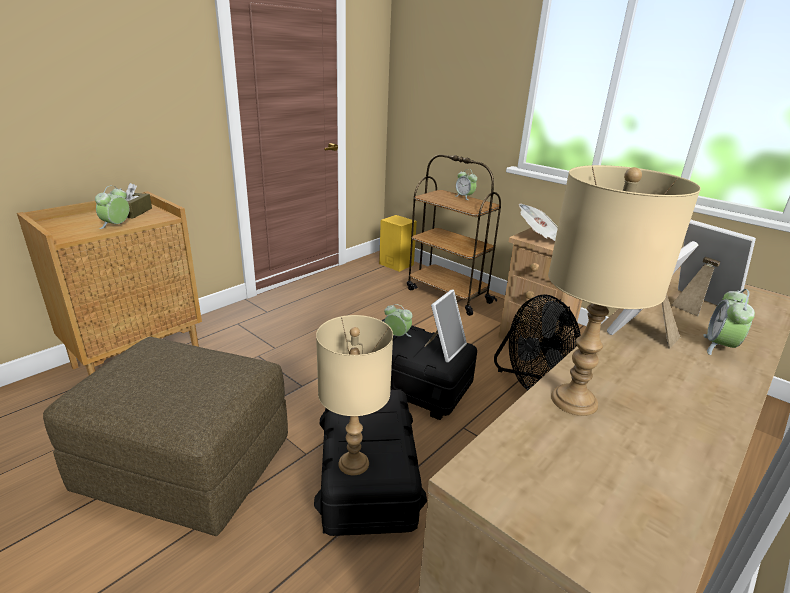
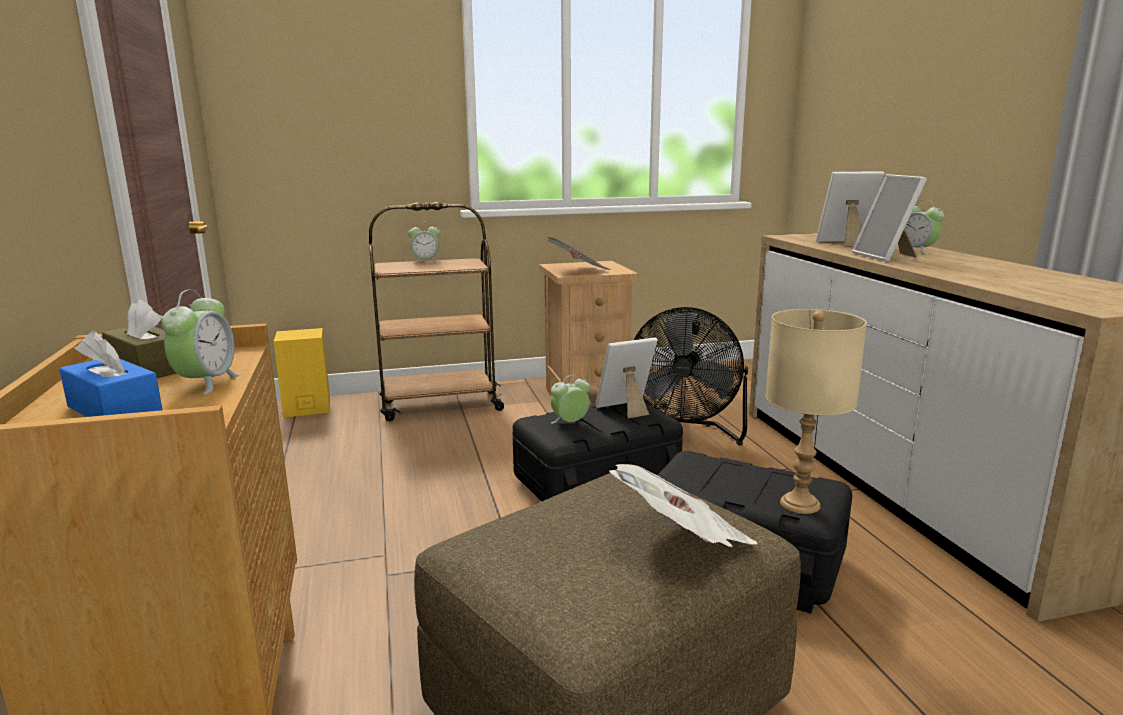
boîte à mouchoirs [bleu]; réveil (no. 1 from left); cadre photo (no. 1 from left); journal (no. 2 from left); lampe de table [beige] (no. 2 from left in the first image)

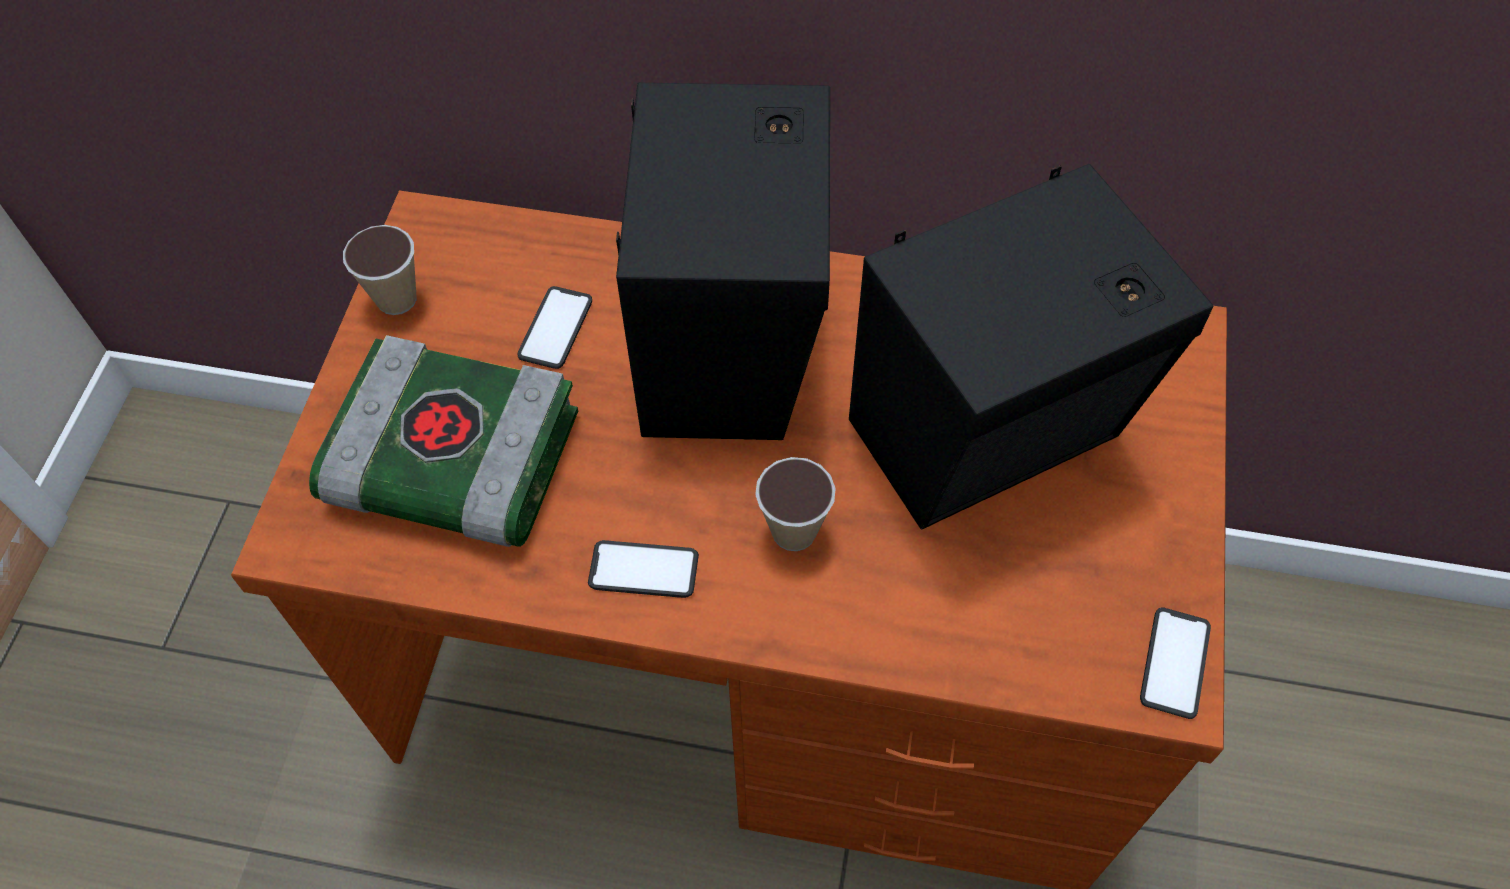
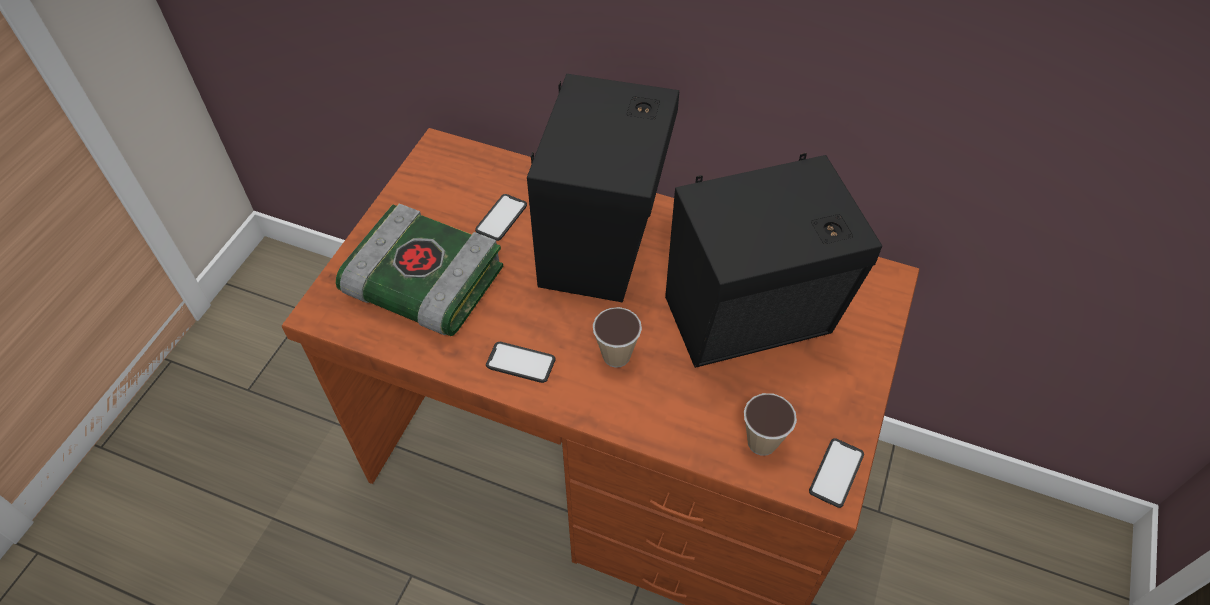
tasse (no. 2 from left)

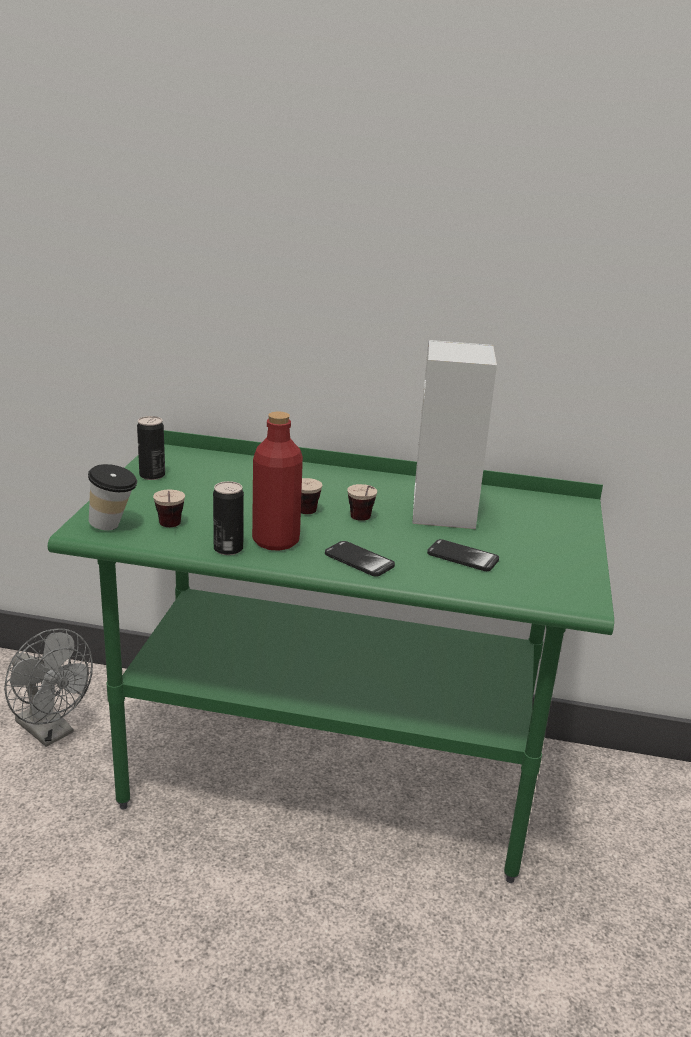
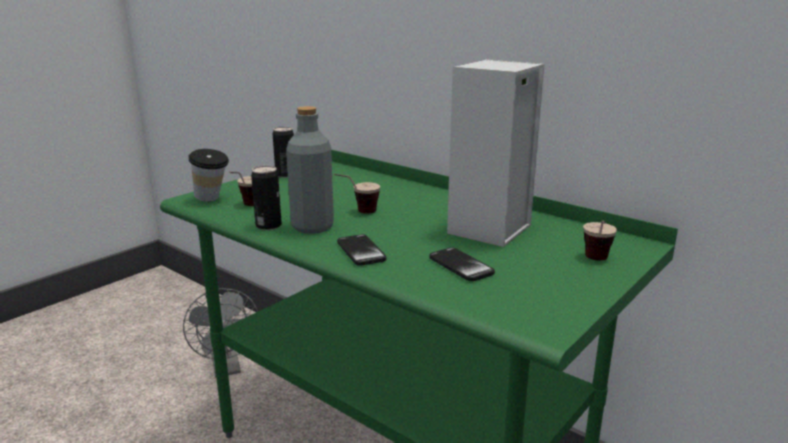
bouteille [gris]; tasse (no. 4 from left)

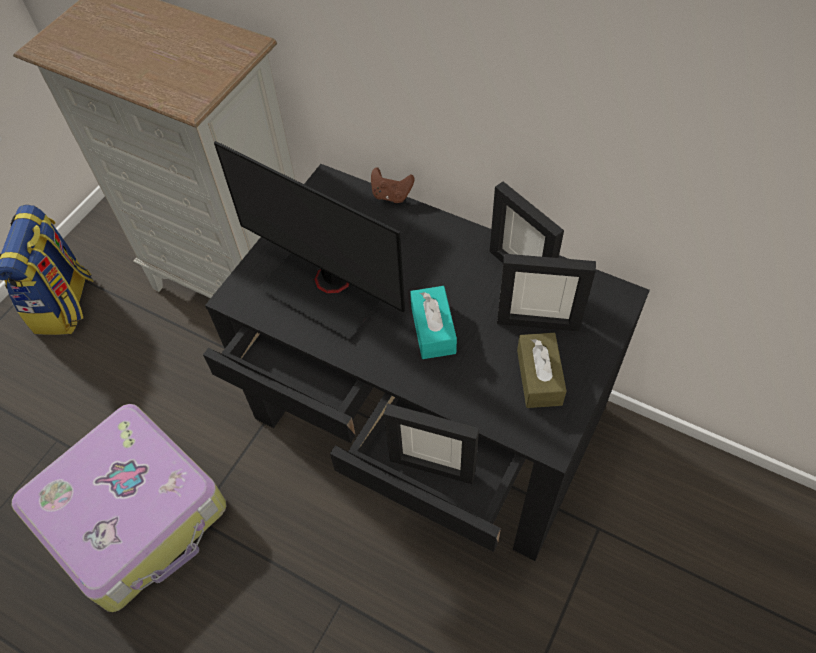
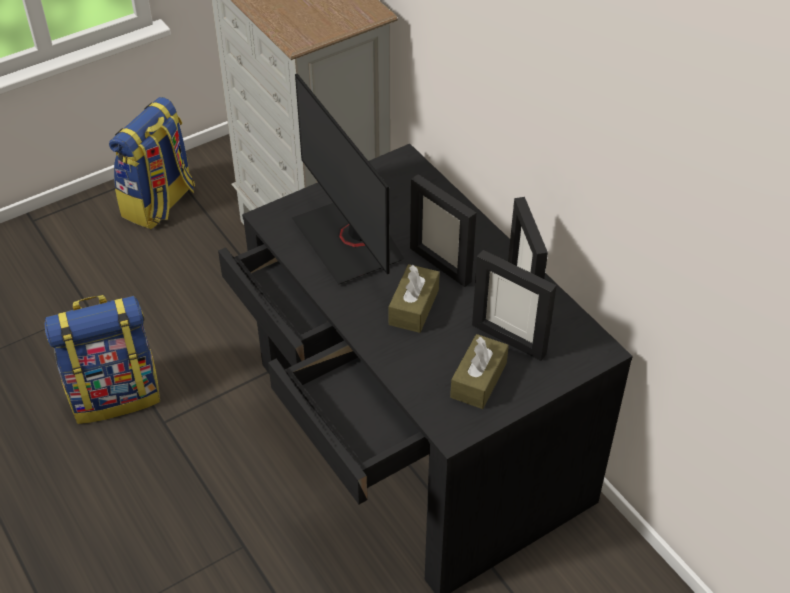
sac à dos (no. 1 from left); boîte à mouchoirs [marron] (no. 1 from left); cadre photo (no. 1 from left); manette [marron]

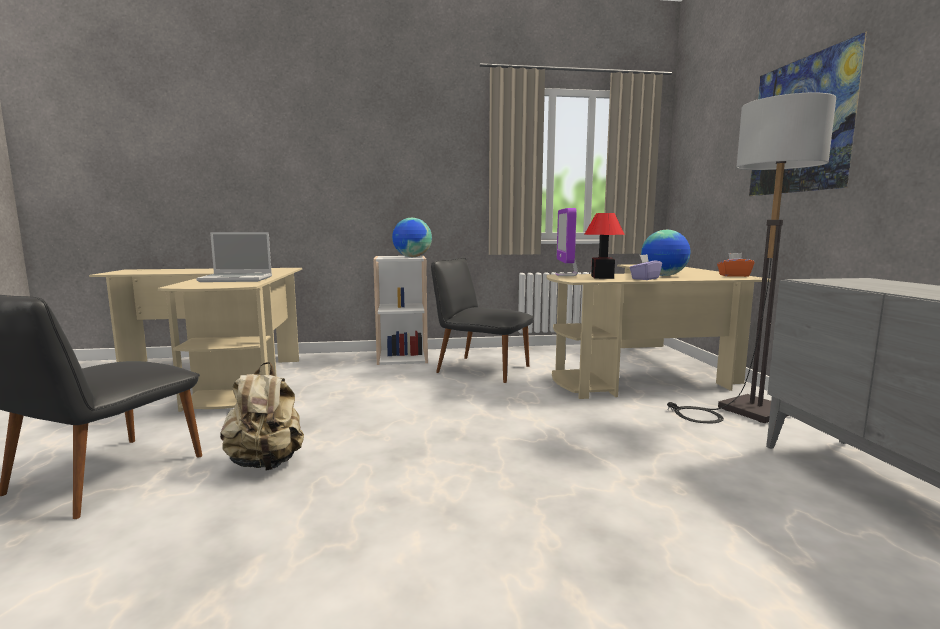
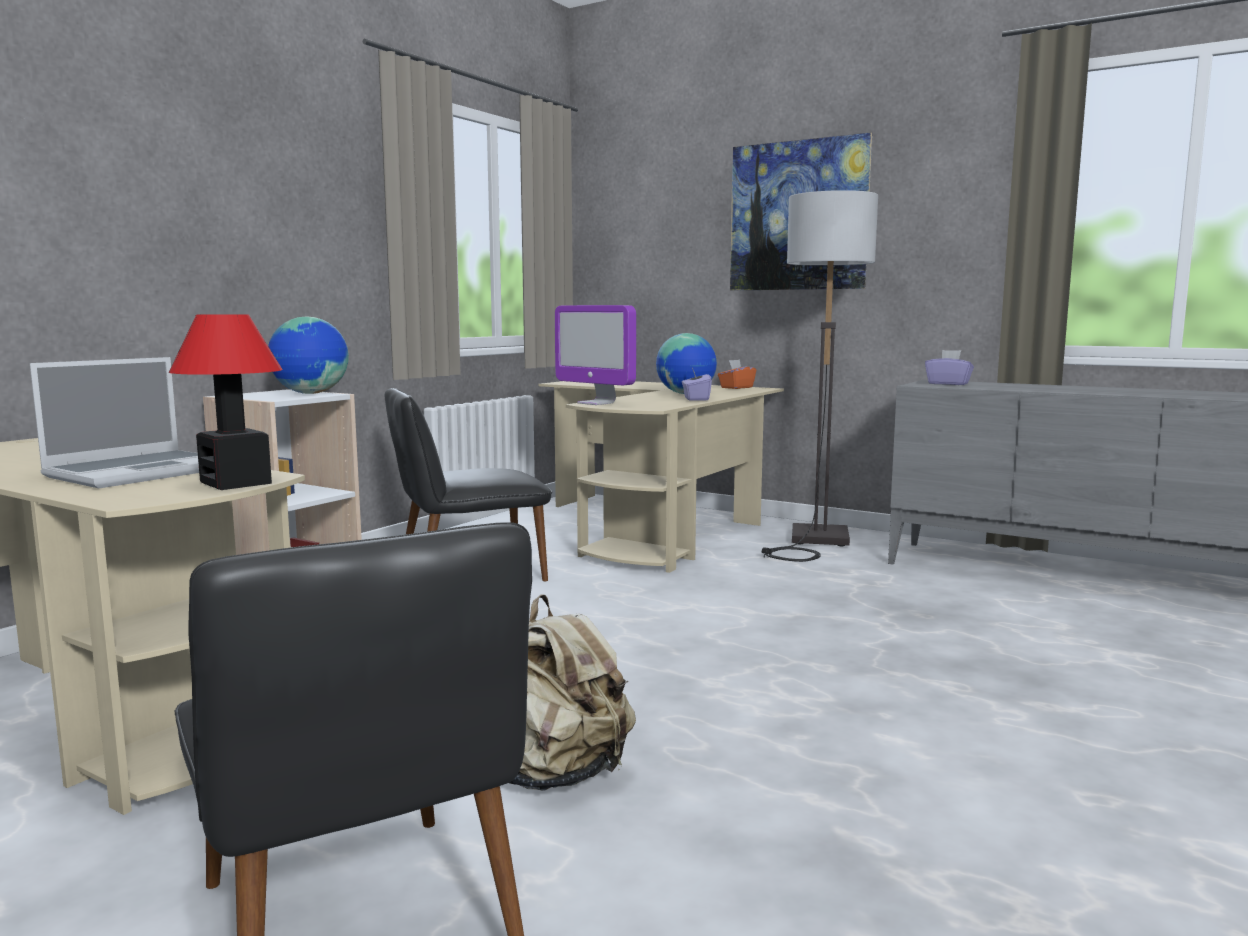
lampe de table; boîte à mouchoirs [violet] (no. 2 from left)

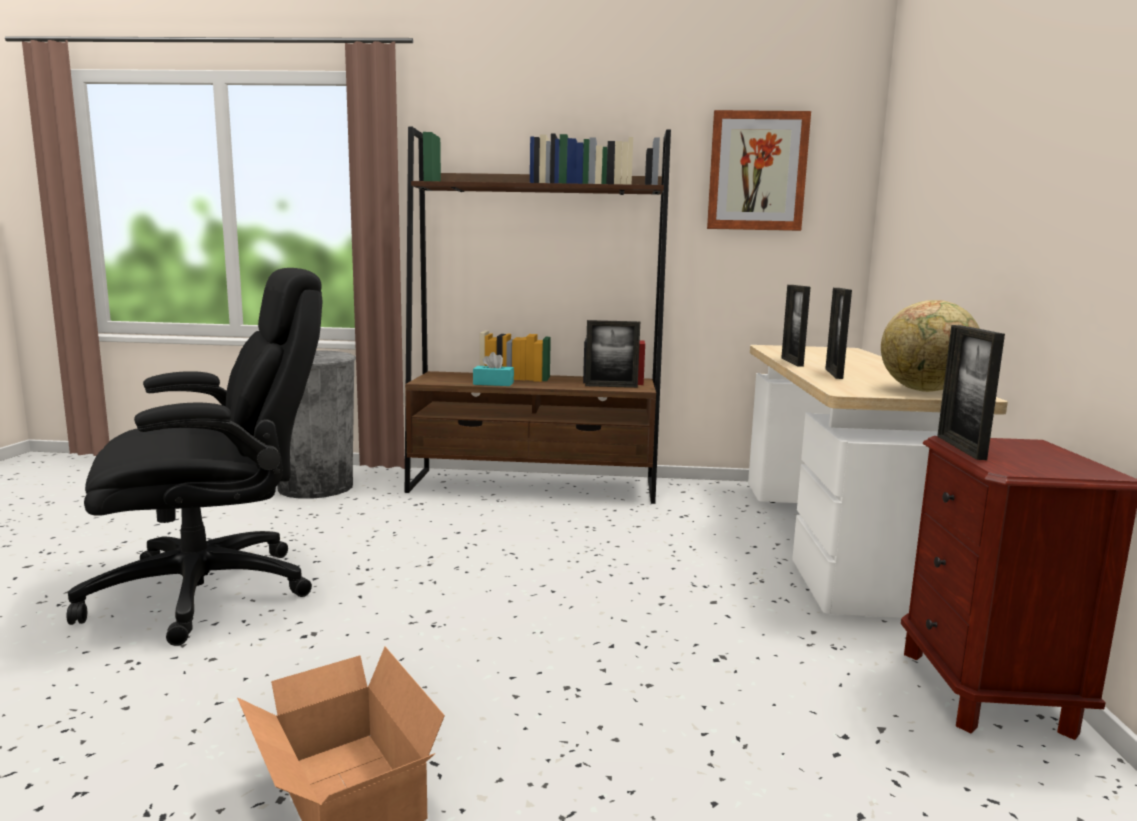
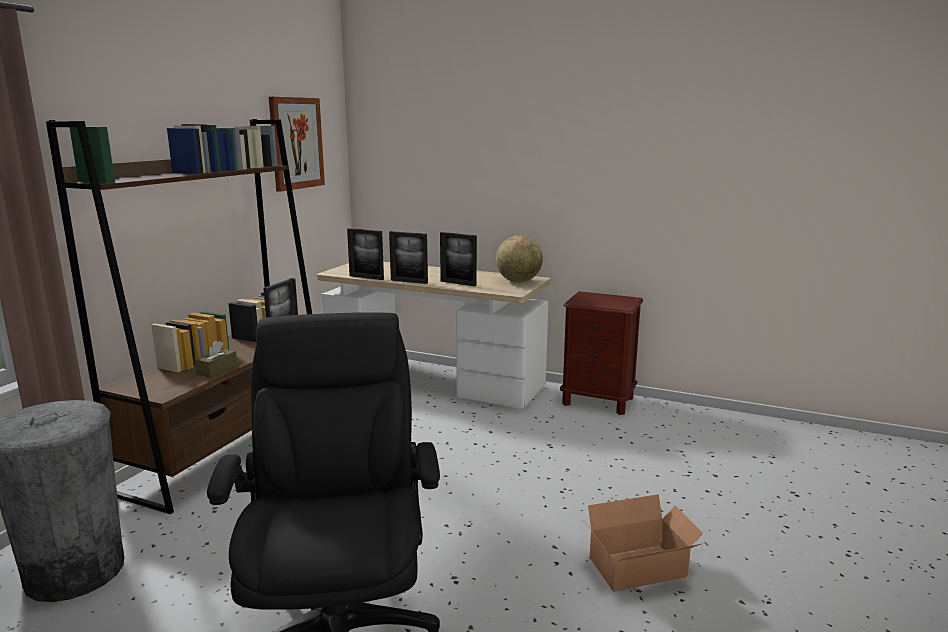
boîte à mouchoirs [marron]; cadre photo (no. 2 from left)

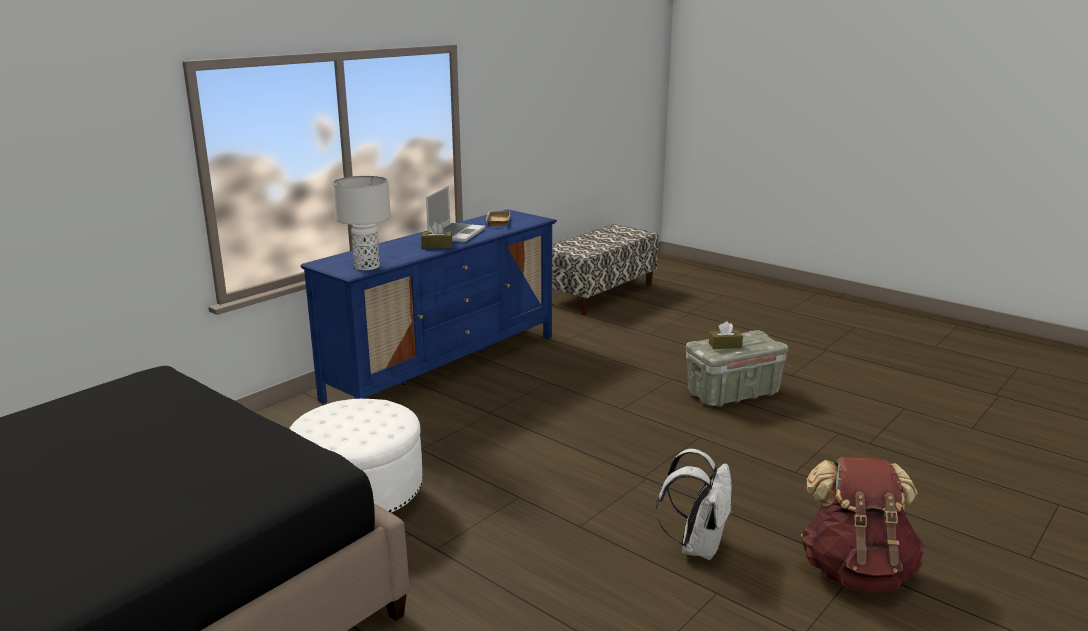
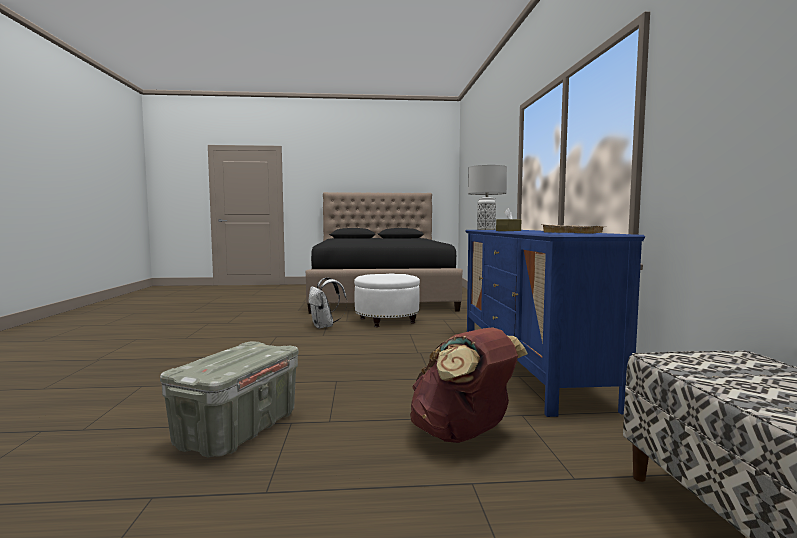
sac à dos [blanc]; sac à dos [marron]; ordinateur portable; boîte à mouchoirs [marron] (no. 2 from left in the first image)

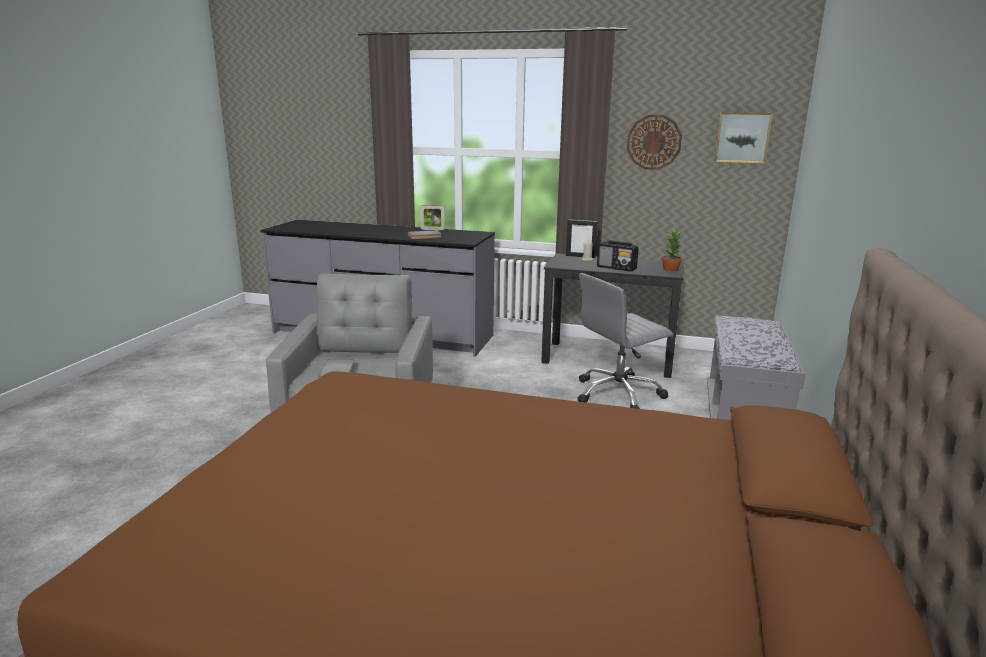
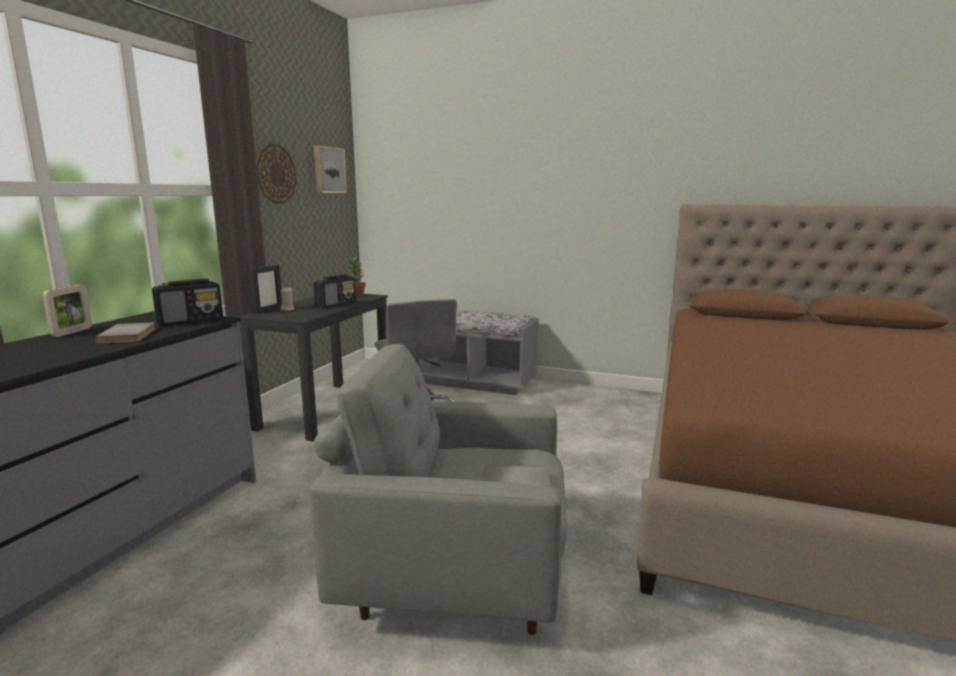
radio (no. 1 from left)

